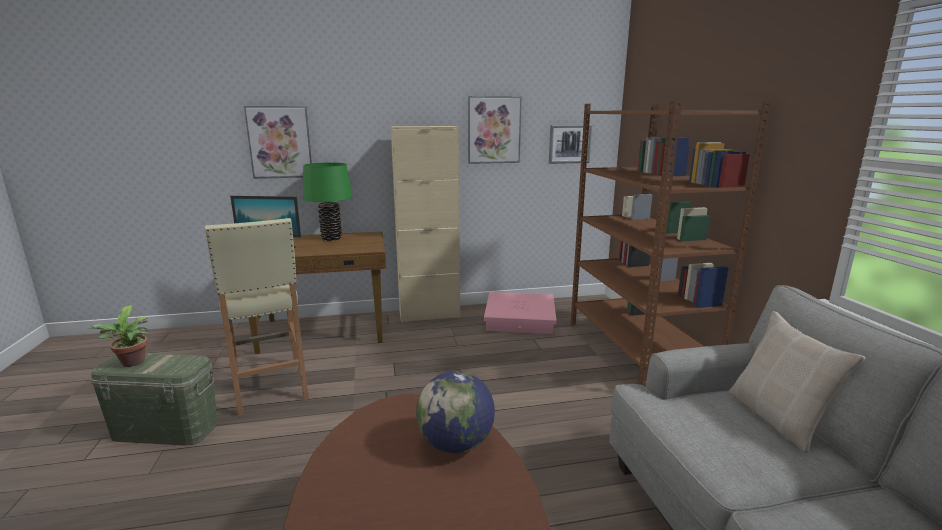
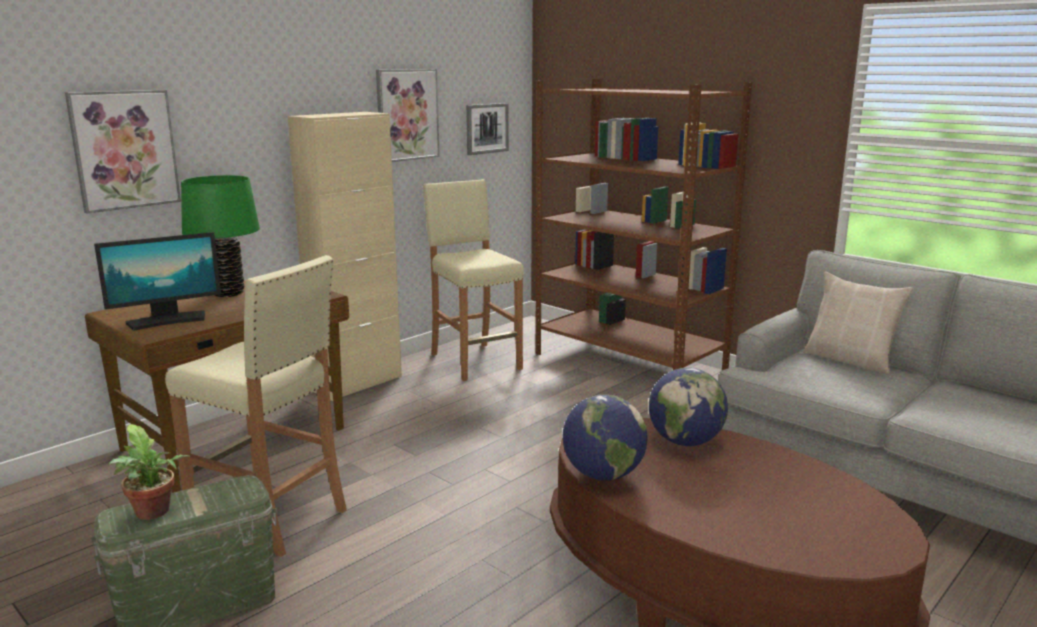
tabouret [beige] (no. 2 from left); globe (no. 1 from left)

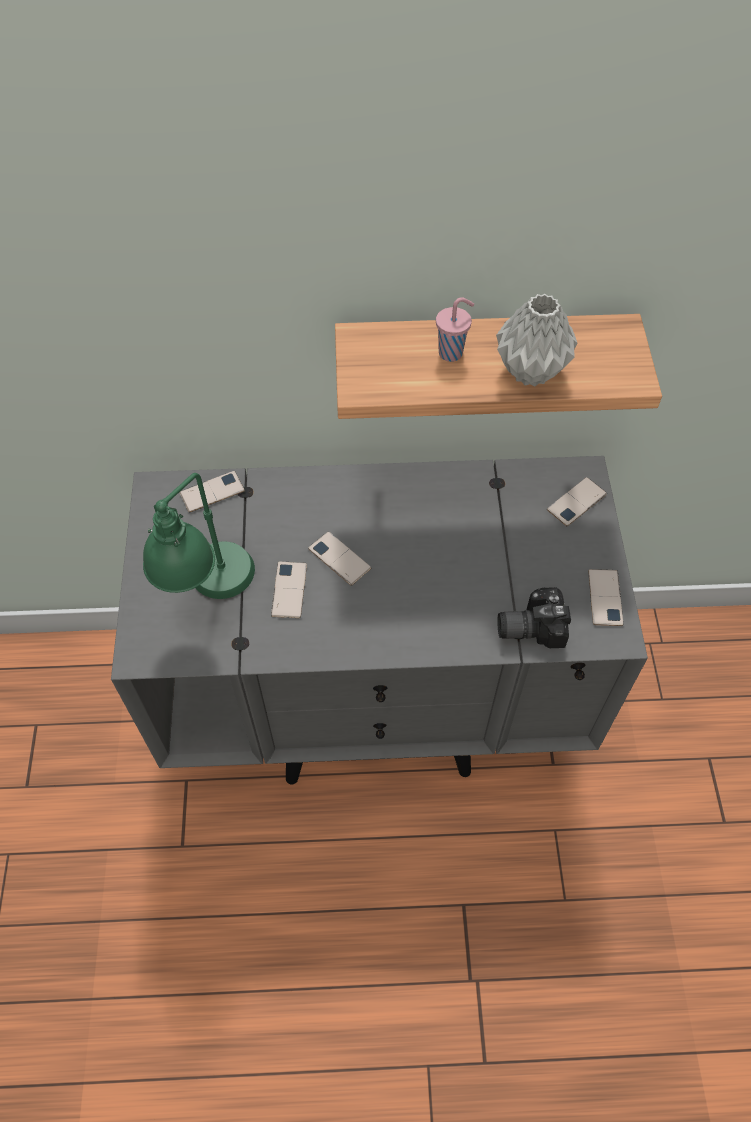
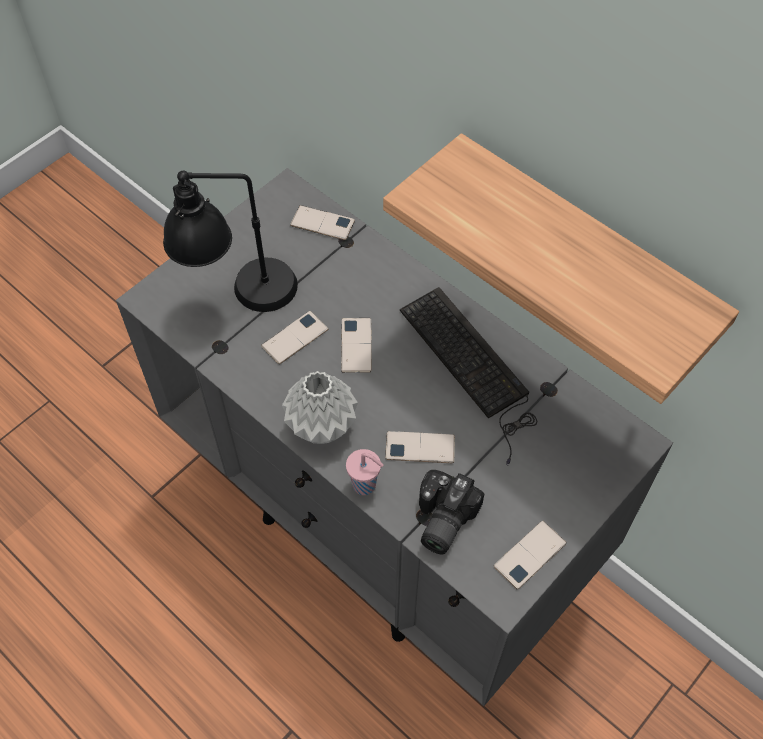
lampe de table [noir]; vase [gris]; tasse [rose]; téléphone (no. 4 from left); clavier; appareil photo

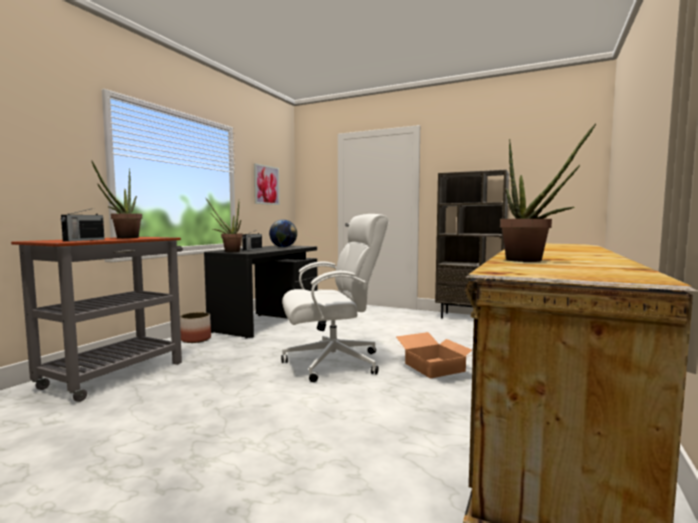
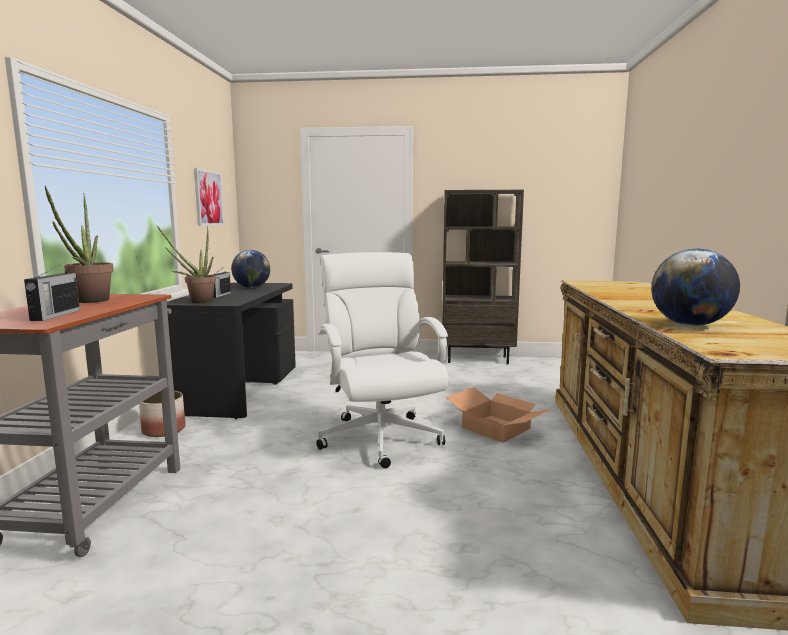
chaise de bureau [blanc]; globe (no. 2 from left)

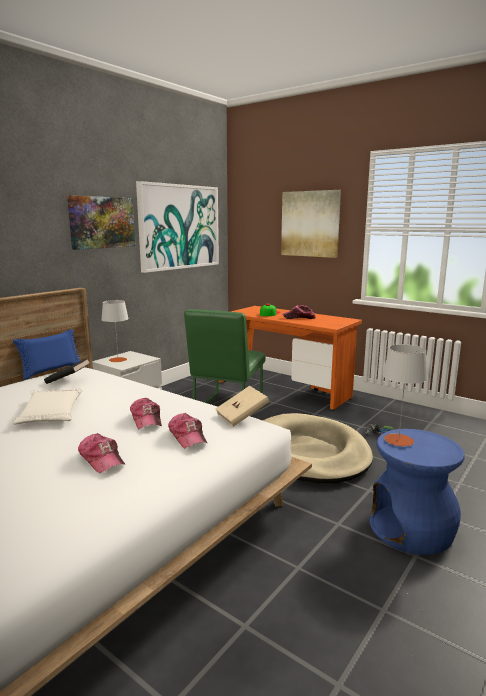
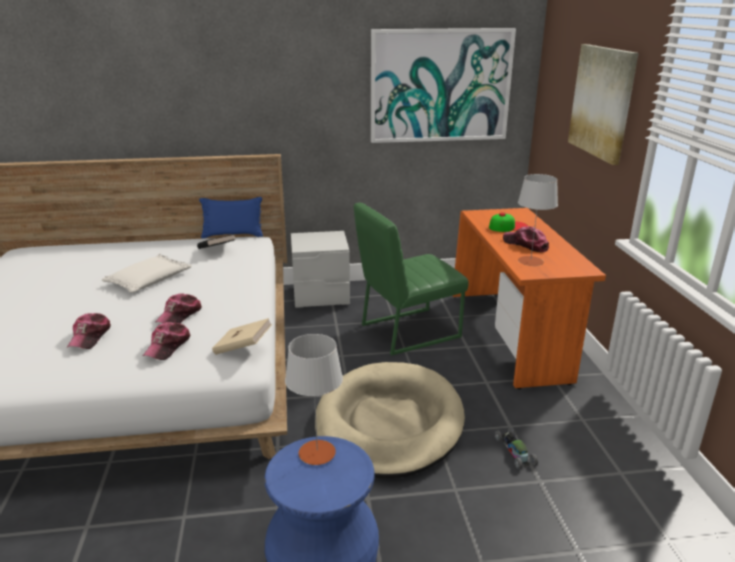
lampe de table [gris] (no. 2 from left); tableau (no. 1 from left in the first image)

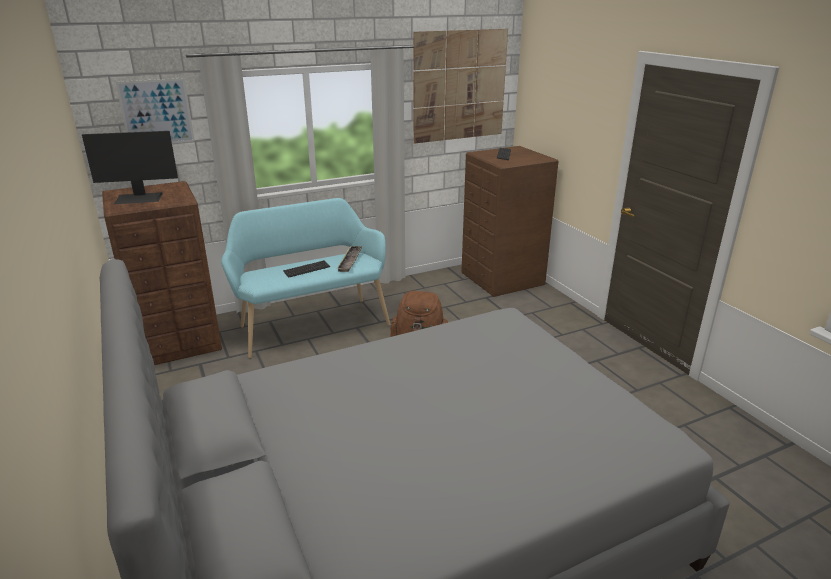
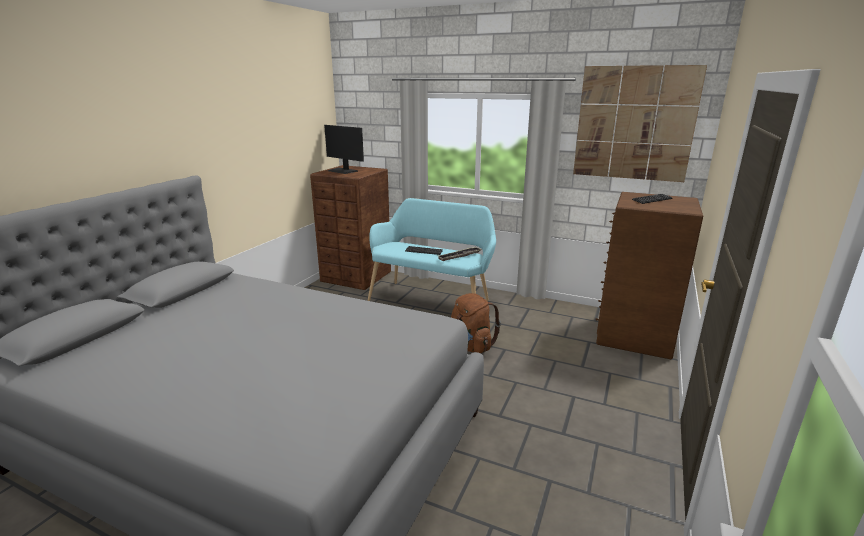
tableau (no. 1 from left in the first image)

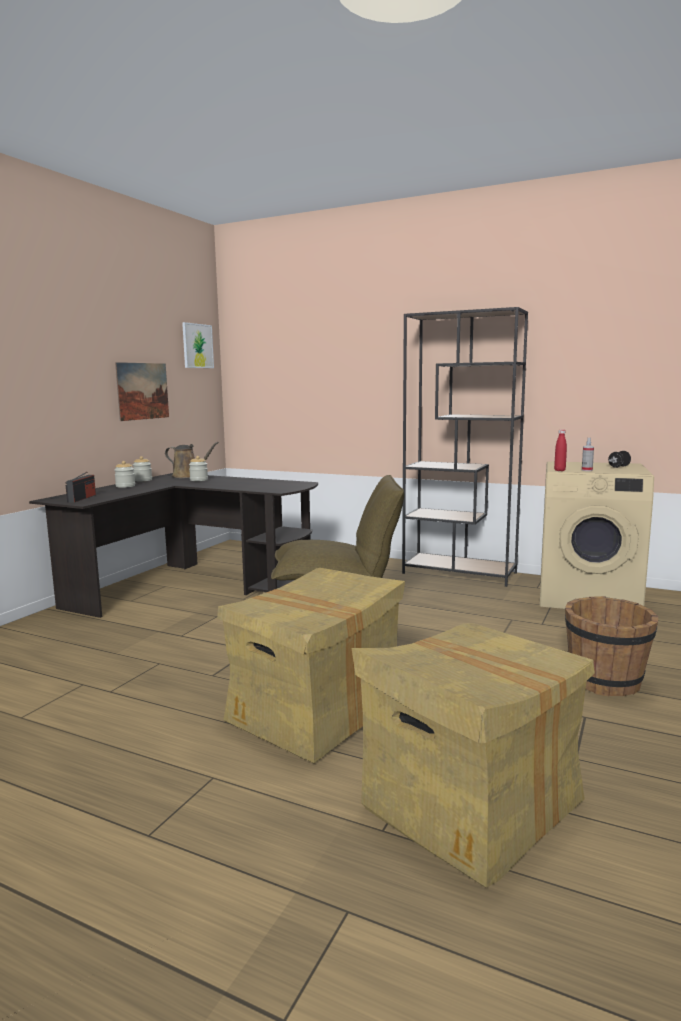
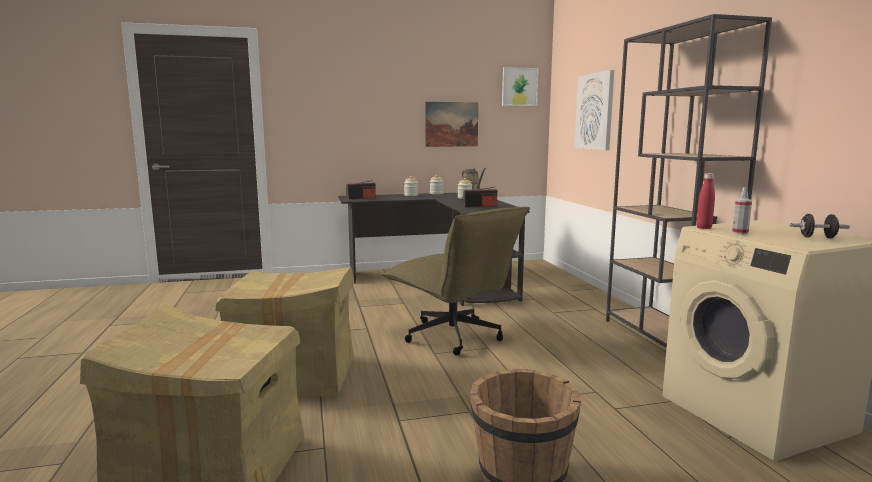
radio (no. 2 from left); tableau (no. 3 from left)

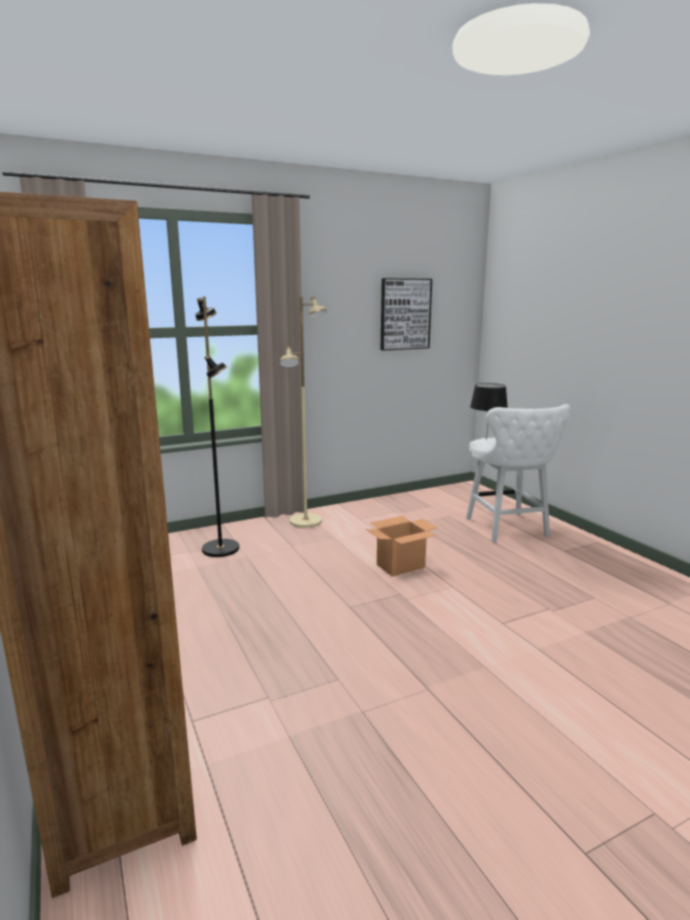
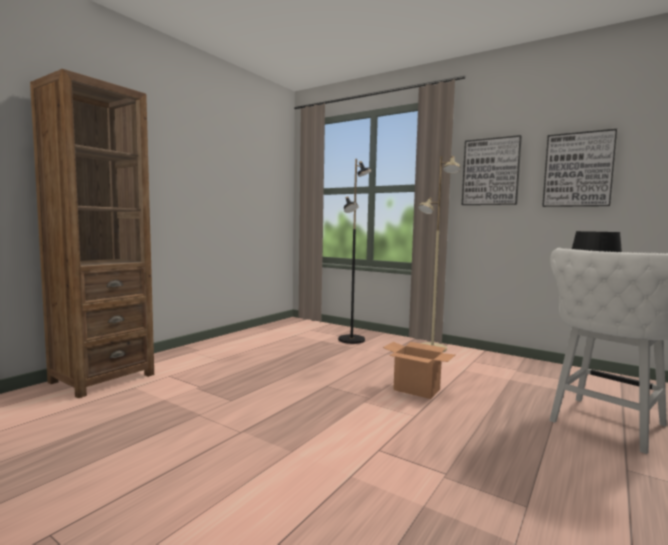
tableau (no. 1 from left)

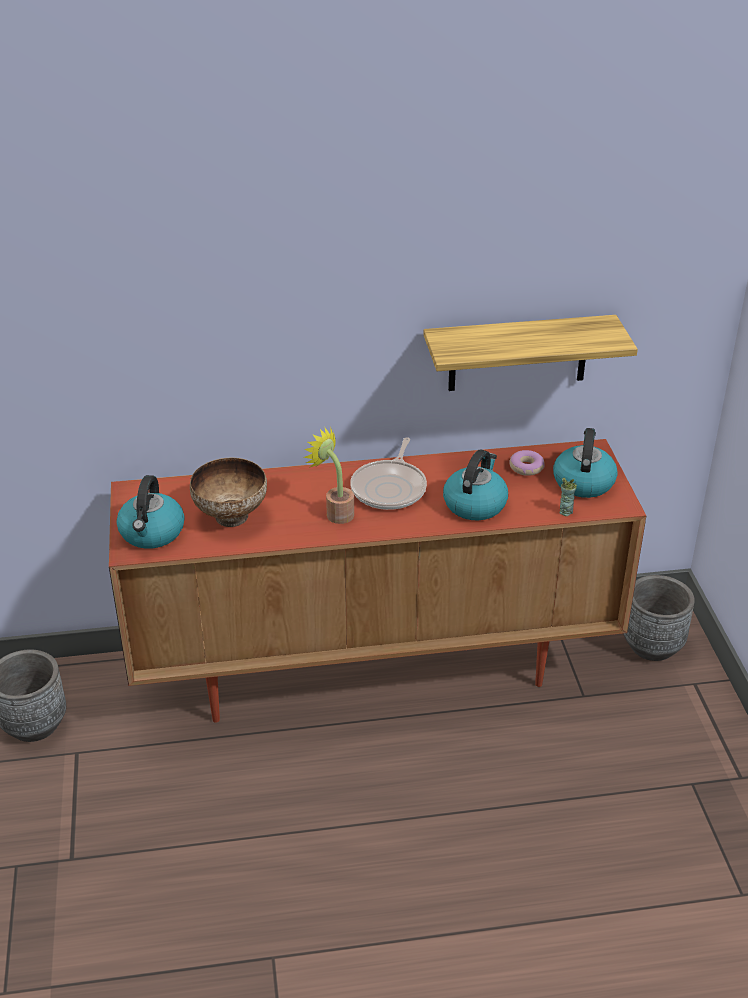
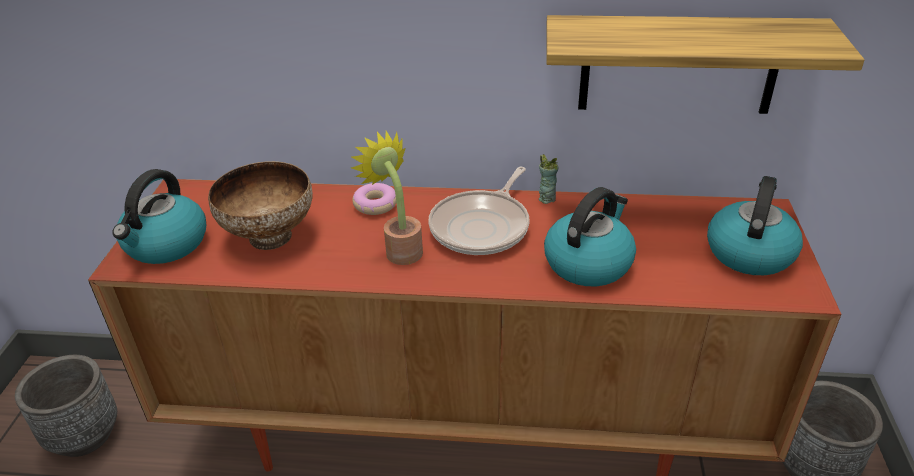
beignet; tasse

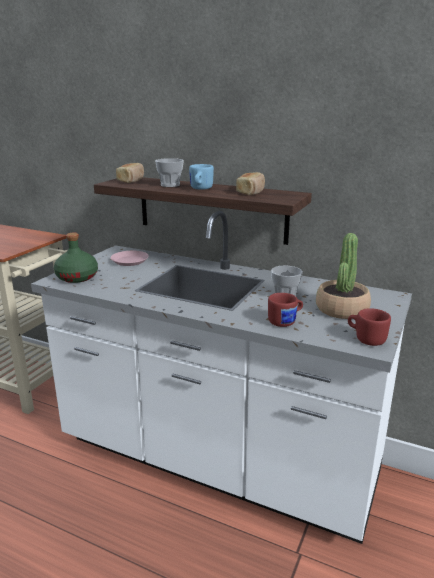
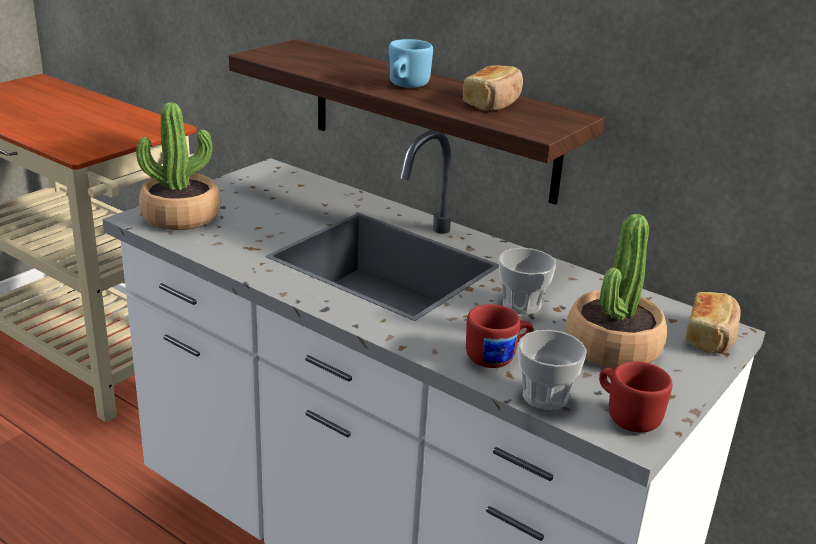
plante en pot (no. 1 from left); tasse (no. 2 from left); pain (no. 2 from left); assiette [rose]

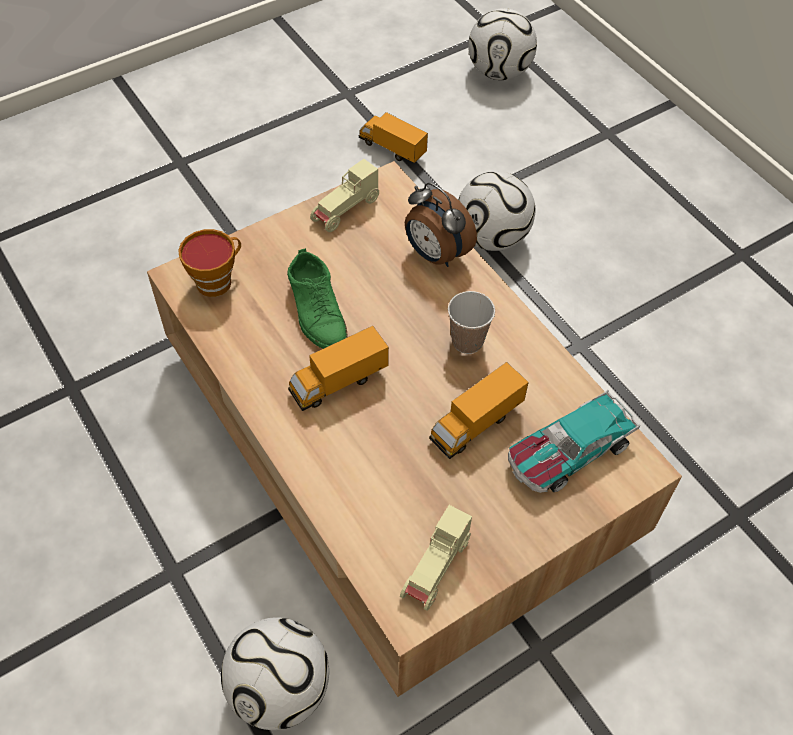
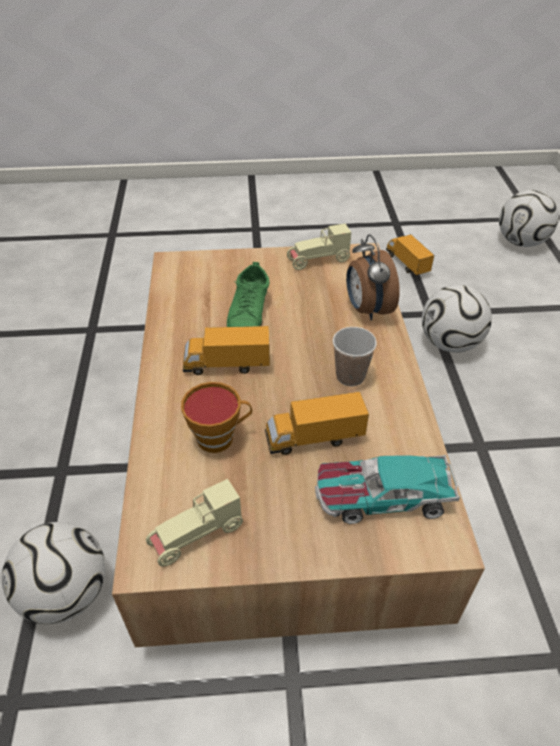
tasse (no. 1 from left)

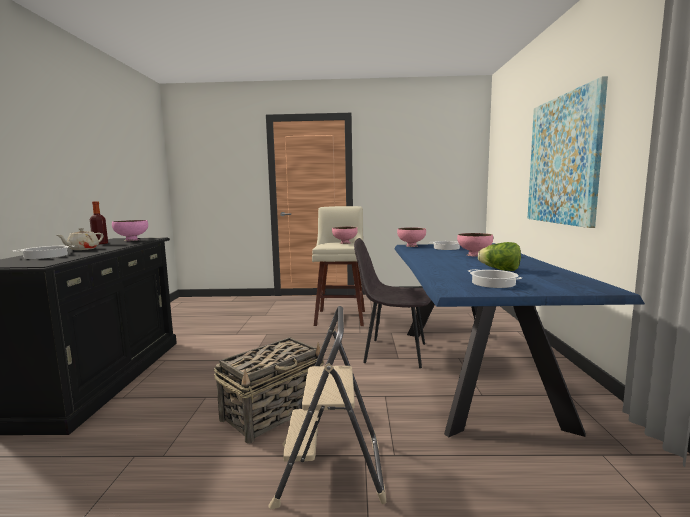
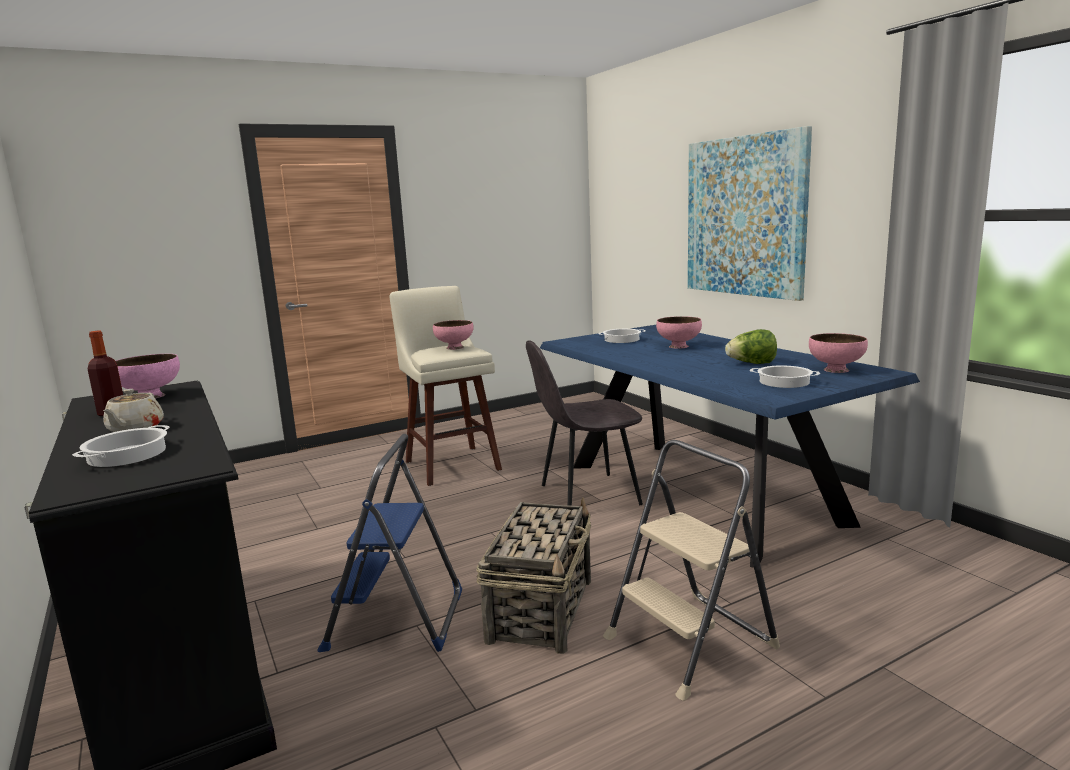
escabeau [bleu]; bol [rose] (no. 4 from left)

